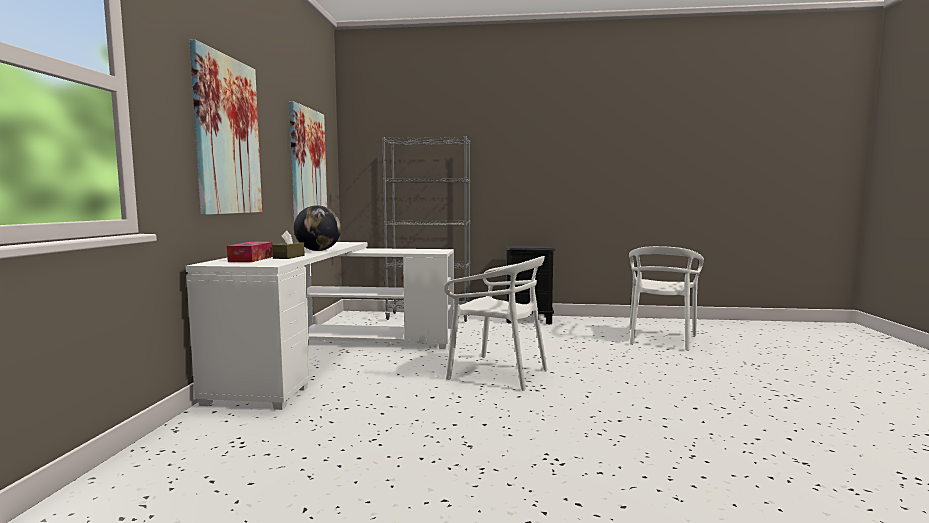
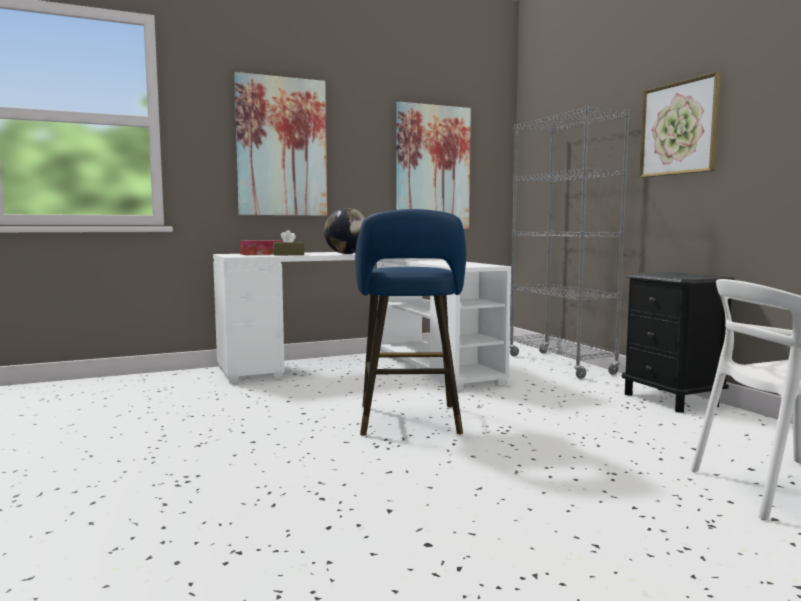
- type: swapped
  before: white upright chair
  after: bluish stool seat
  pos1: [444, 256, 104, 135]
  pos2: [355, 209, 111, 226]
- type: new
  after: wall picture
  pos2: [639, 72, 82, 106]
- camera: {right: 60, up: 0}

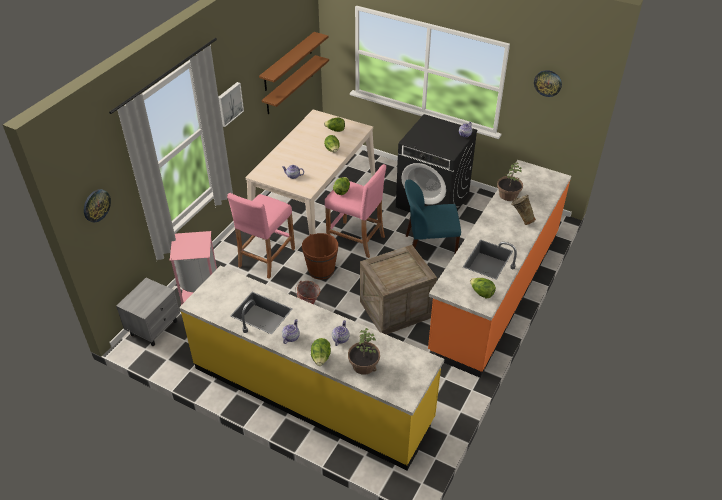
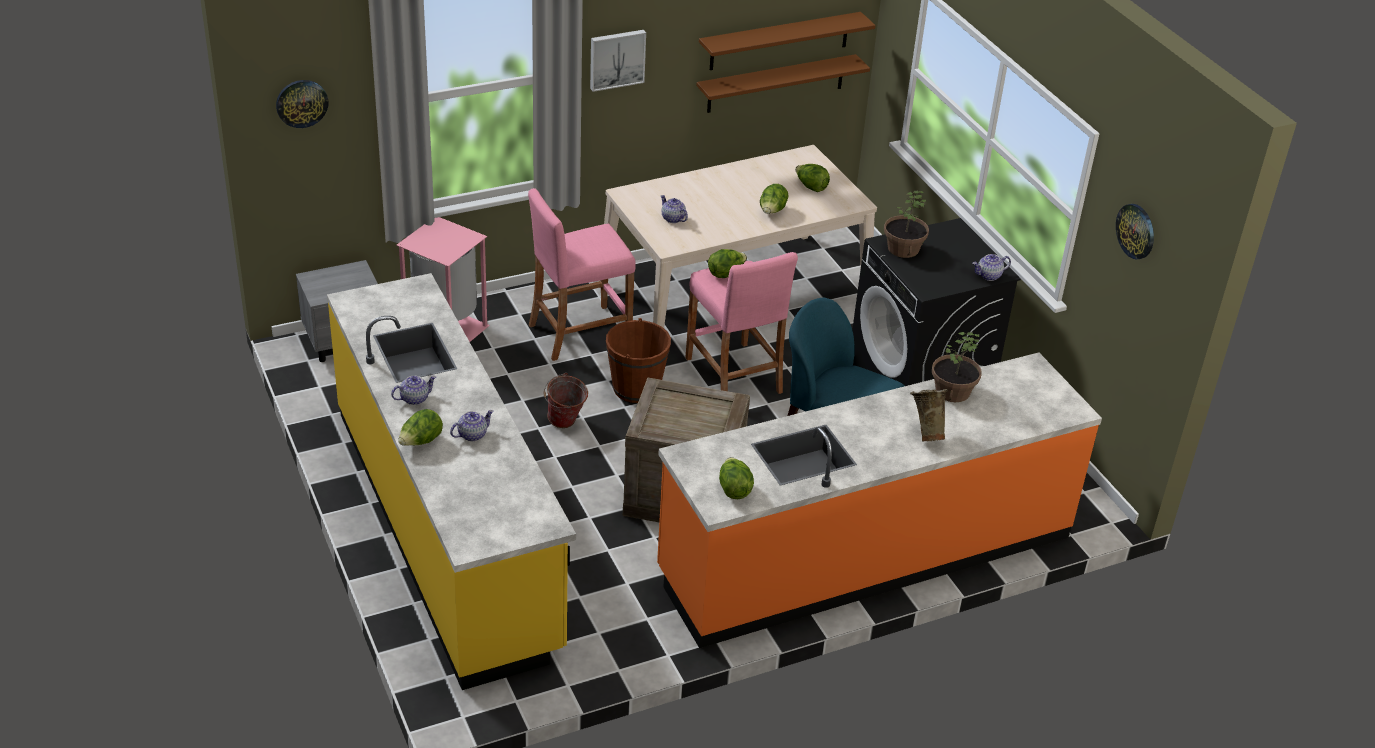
- type: shifted
  before: houseplant
  pos1: [348, 328, 32, 47]
  pos2: [884, 190, 45, 68]
- camera: {right: 35, up: -5}

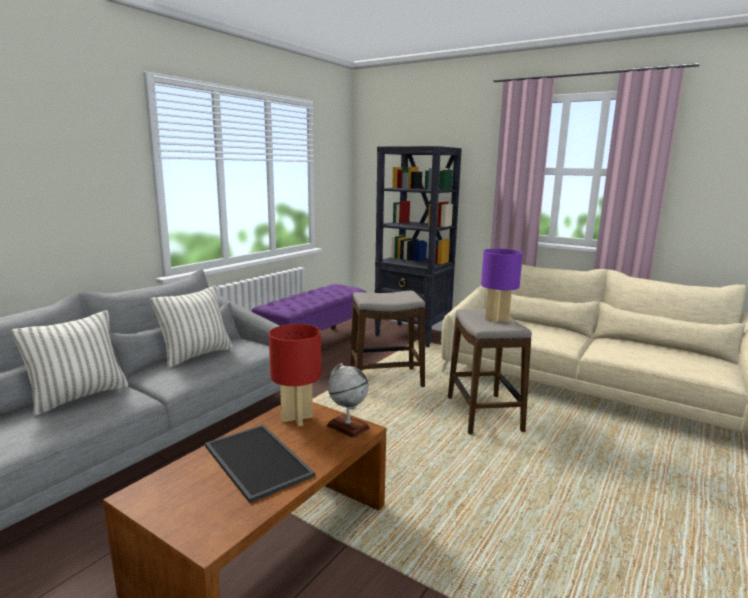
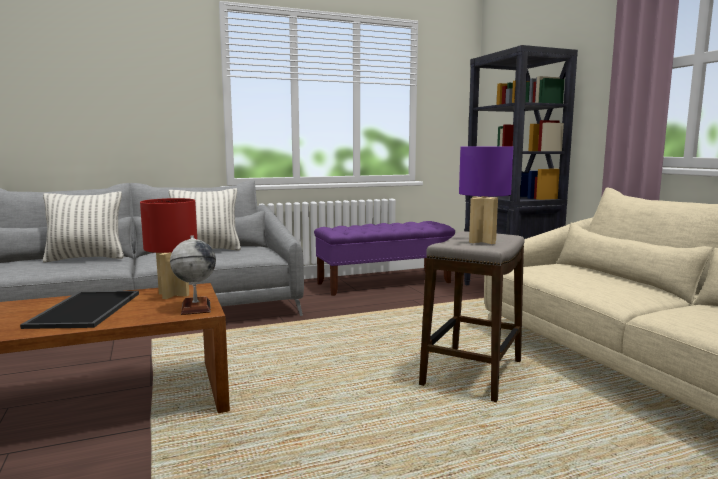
- type: gone
  before: stool seat
  pos1: [350, 291, 75, 96]
- camera: {right: 35, up: -5}

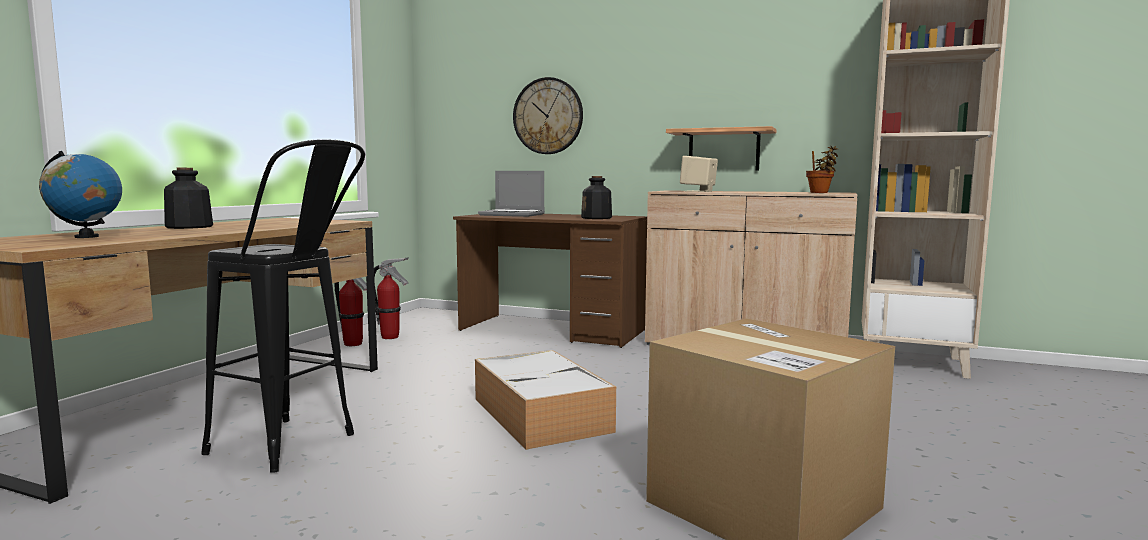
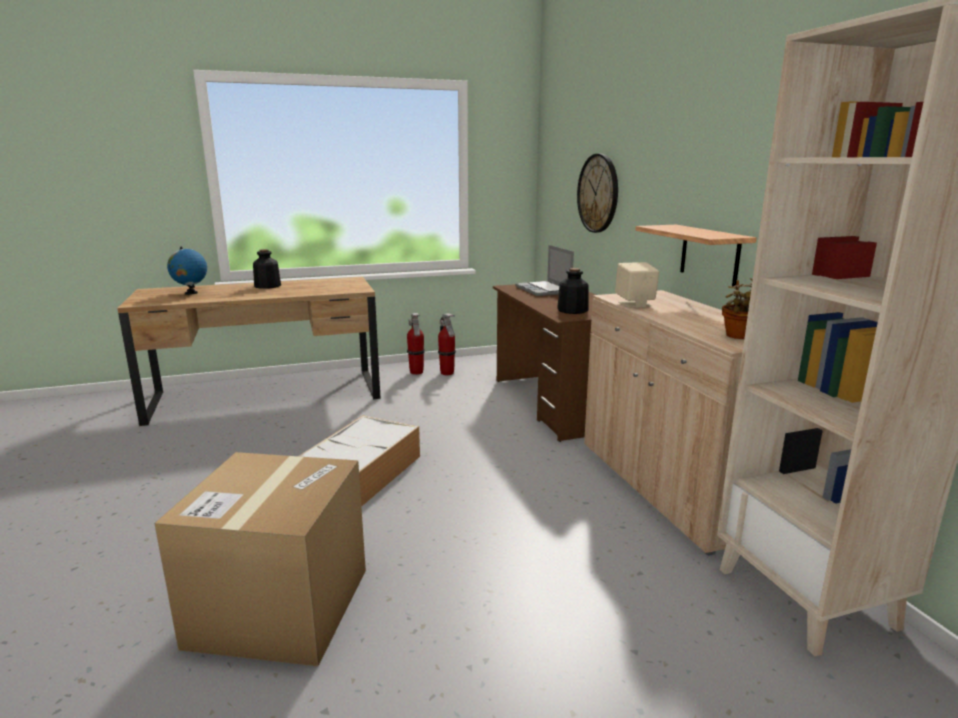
- type: gone
  before: black stool seat
  pos1: [201, 139, 164, 334]
- camera: {right: 50, up: 10}

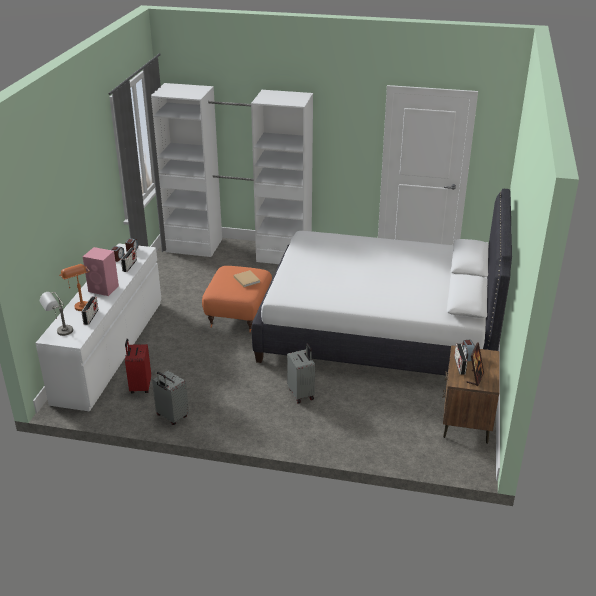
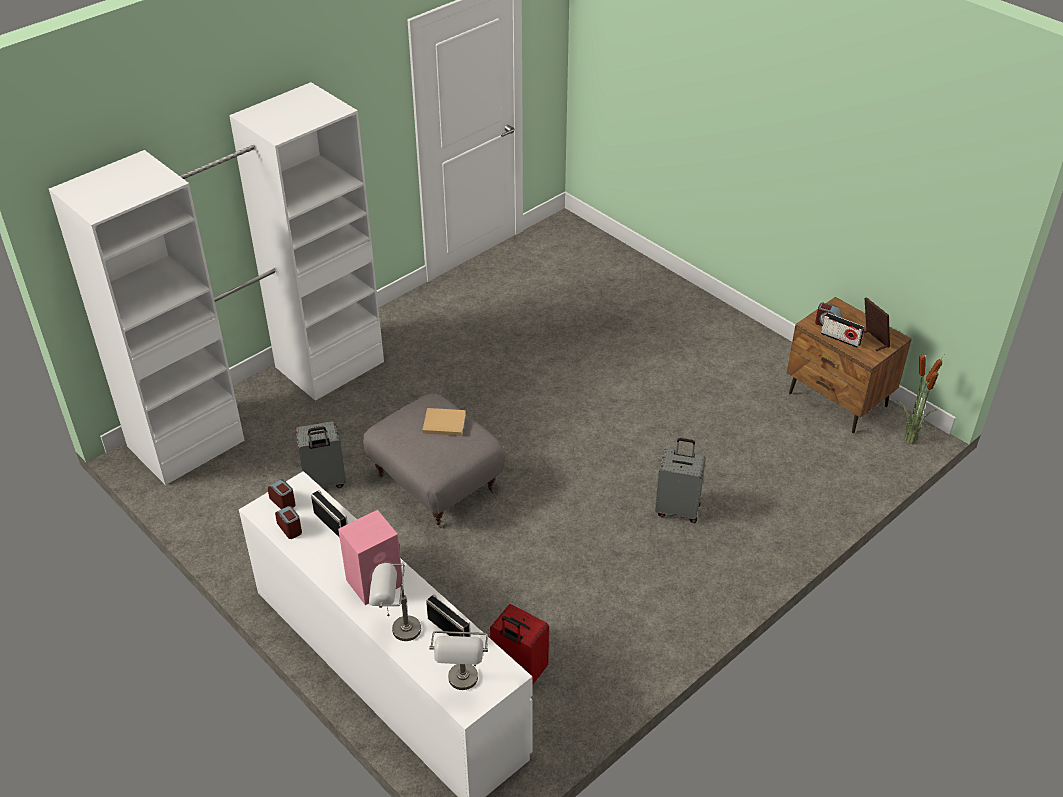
- type: shifted
  before: greyish travel case
  pos1: [152, 371, 37, 54]
  pos2: [295, 421, 51, 67]
- type: repainted
  before: orangey ottoman
  after: greyish ottoman
  pos1: [202, 266, 70, 66]
  pos2: [363, 393, 142, 135]
- type: repainted
  before: orangey tabletop lamp
  after: greyish tabletop lamp
  pos1: [59, 264, 31, 47]
  pos2: [369, 562, 52, 79]
- type: new
  after: houseplant
  pos2: [897, 350, 47, 95]
- type: gone
  before: white bed
  pos1: [252, 189, 260, 187]
- camera: {right: -55, up: 10}

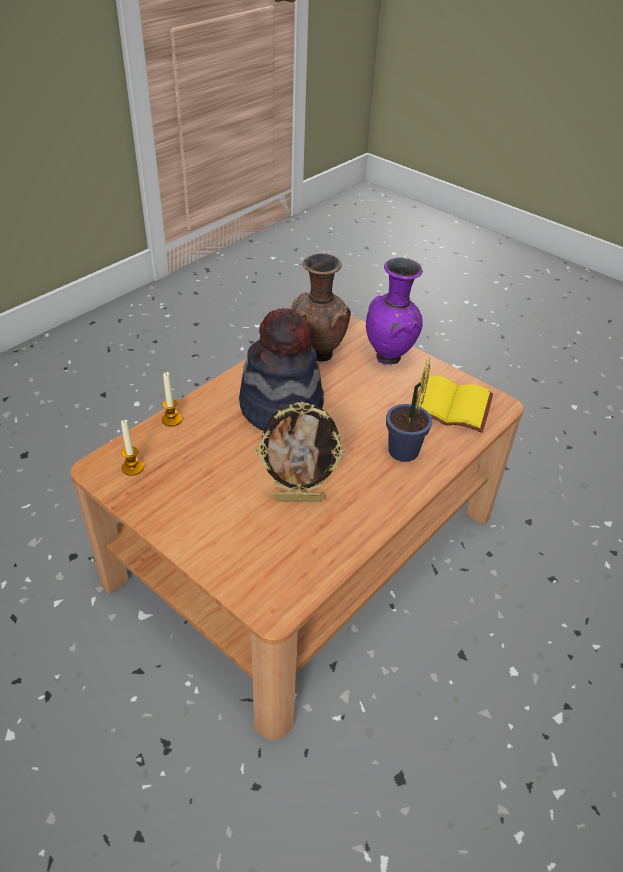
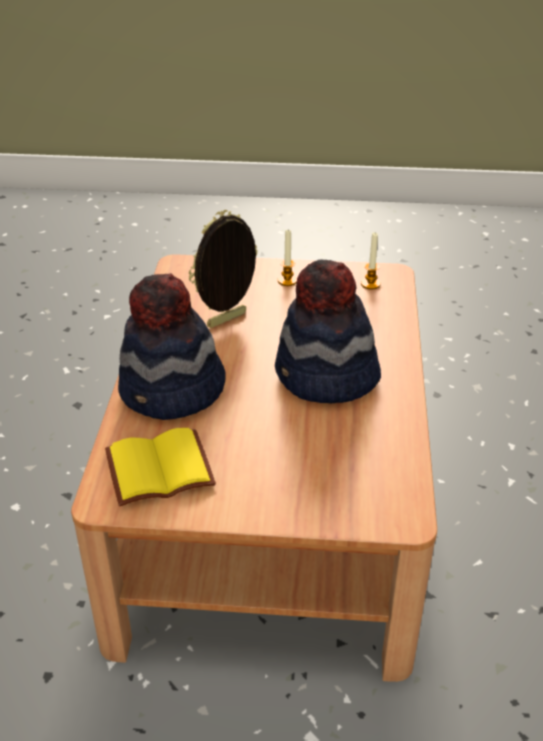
- type: swapped
  before: houseplant
  after: hat
  pos1: [386, 358, 46, 104]
  pos2: [118, 273, 108, 147]
- type: shifted
  before: candle
  pos1: [162, 372, 20, 55]
  pos2: [278, 230, 19, 56]
- type: gone
  before: brownish decorative vase
  pos1: [291, 253, 60, 108]
- type: gone
  before: purple decorative vase
  pos1: [366, 258, 57, 107]
- camera: {right: 145, up: -5}

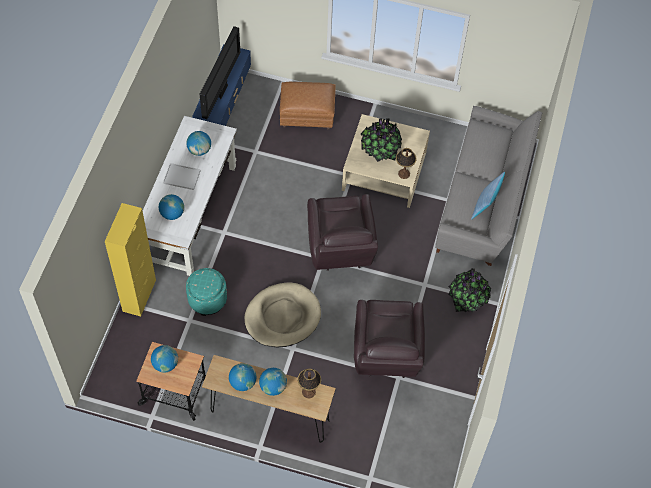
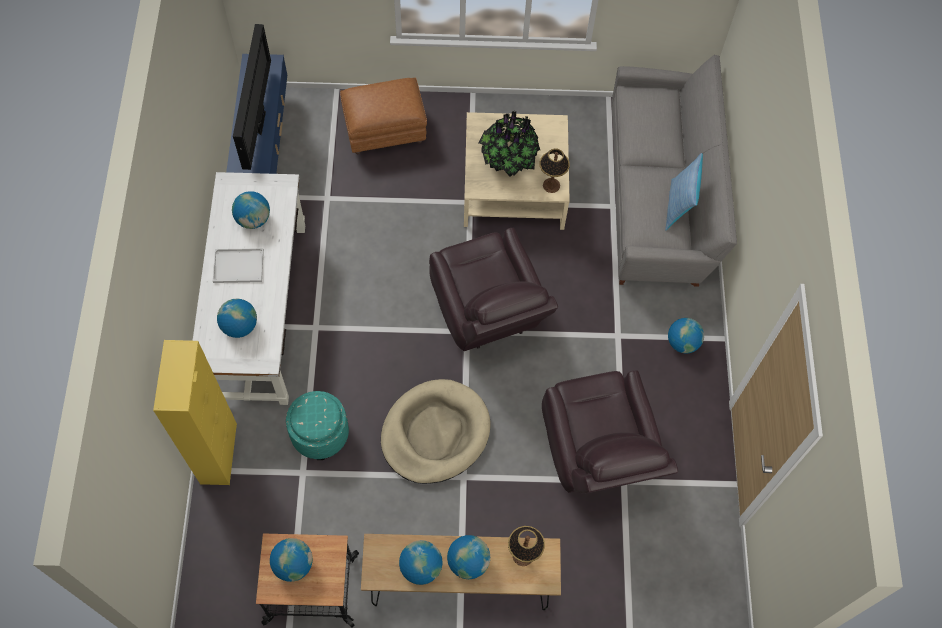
- type: swapped
  before: houseplant
  after: desk globe
  pos1: [448, 268, 43, 45]
  pos2: [668, 318, 36, 35]
- camera: {right: -15, up: 5}

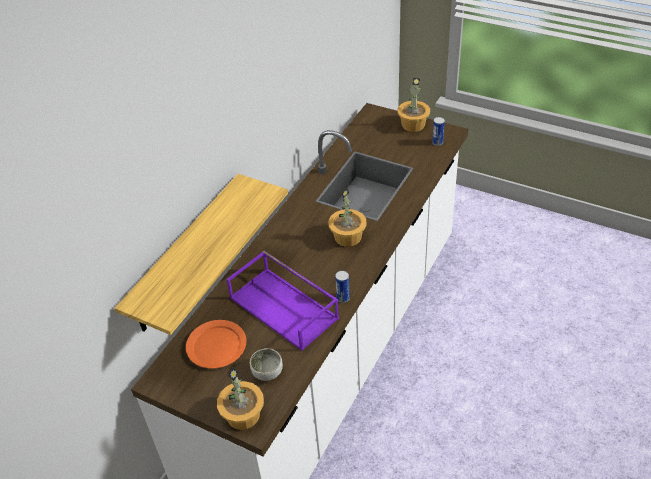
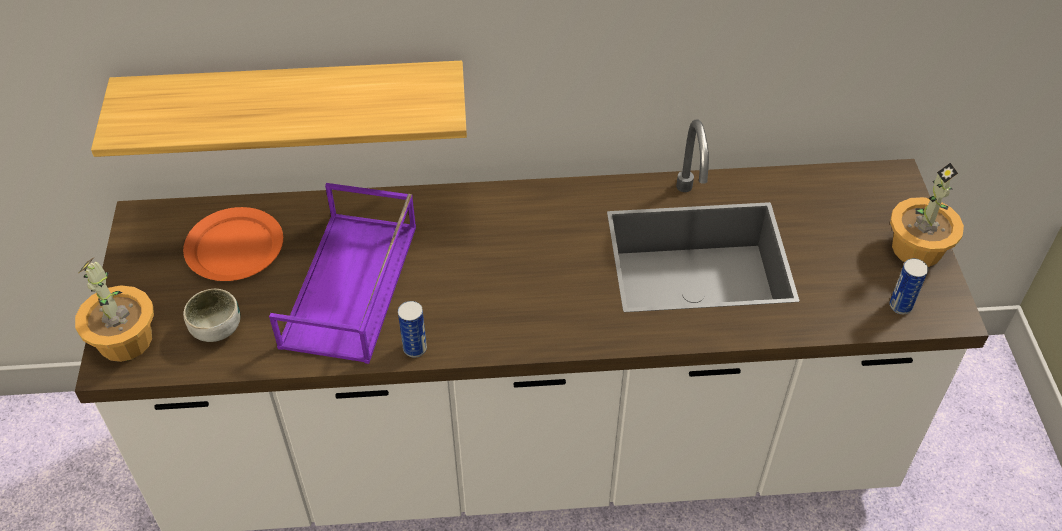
- type: gone
  before: houseplant
  pos1: [328, 188, 39, 59]
- camera: {right: 55, up: 5}

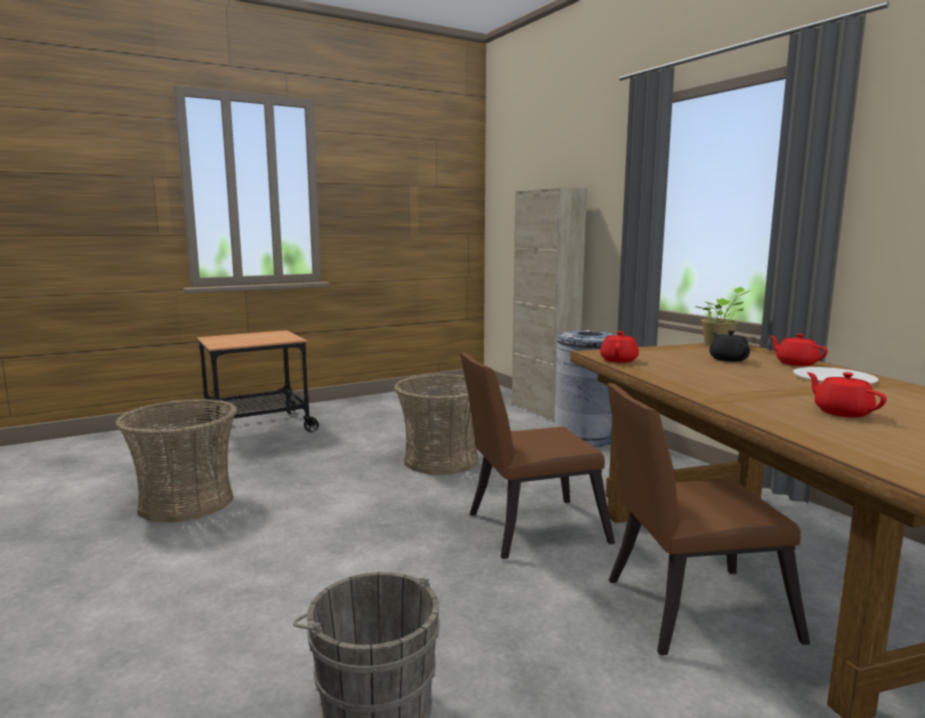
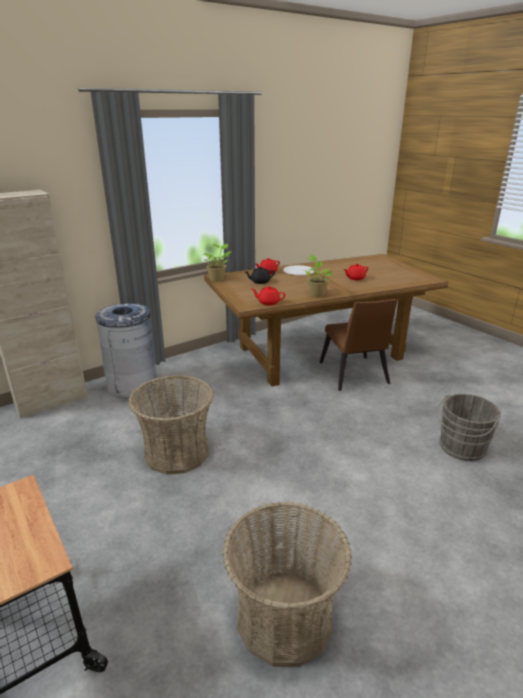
- type: new
  after: houseplant
  pos2: [304, 255, 28, 42]
- type: gone
  before: brownish upright chair
  pos1: [460, 352, 155, 207]
- camera: {right: -95, up: 15}

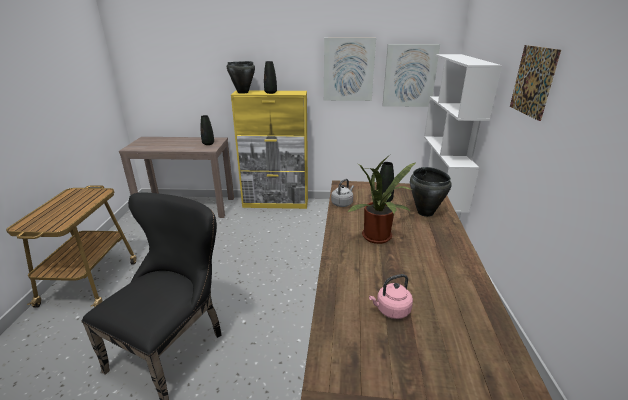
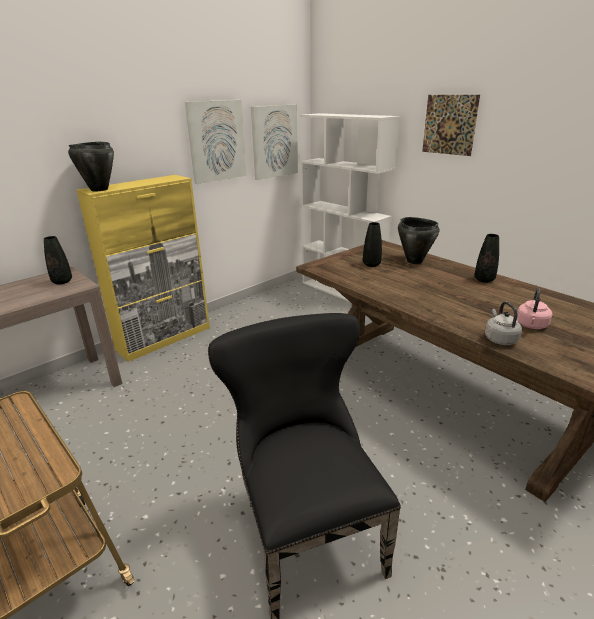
- type: shifted
  before: black decorative vase
  pos1: [264, 61, 13, 33]
  pos2: [475, 234, 24, 49]
- type: shifted
  before: greyish tea kettle
  pos1: [331, 179, 23, 28]
  pos2: [485, 302, 37, 43]
- type: gone
  before: houseplant
  pos1: [347, 156, 68, 88]
- camera: {right: -45, up: 0}

